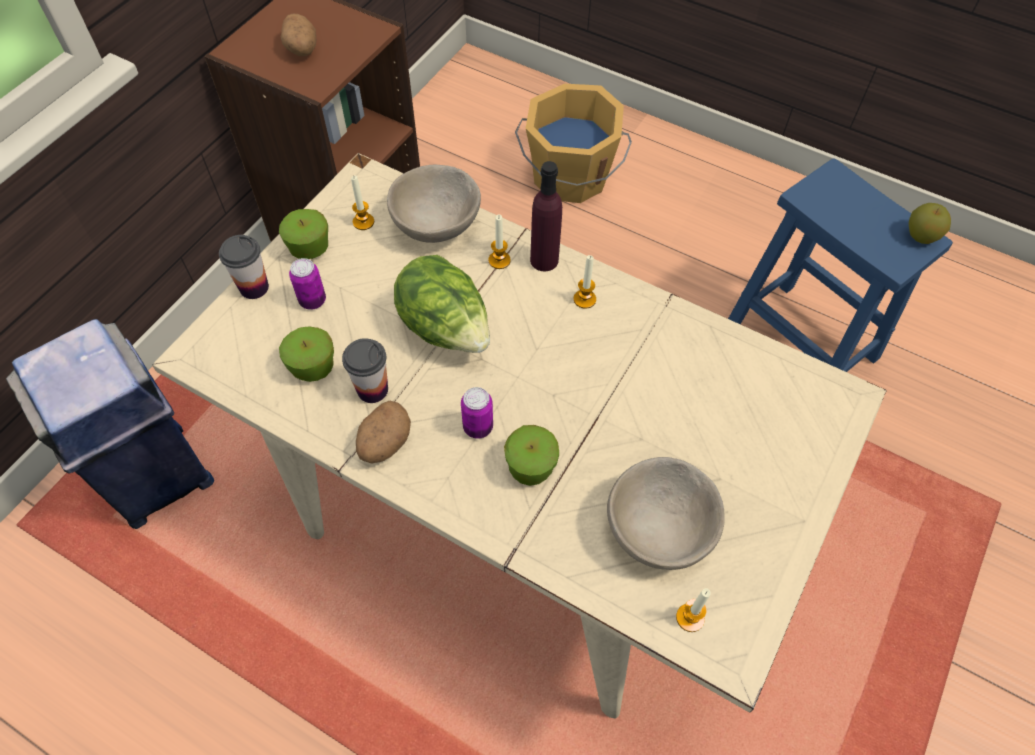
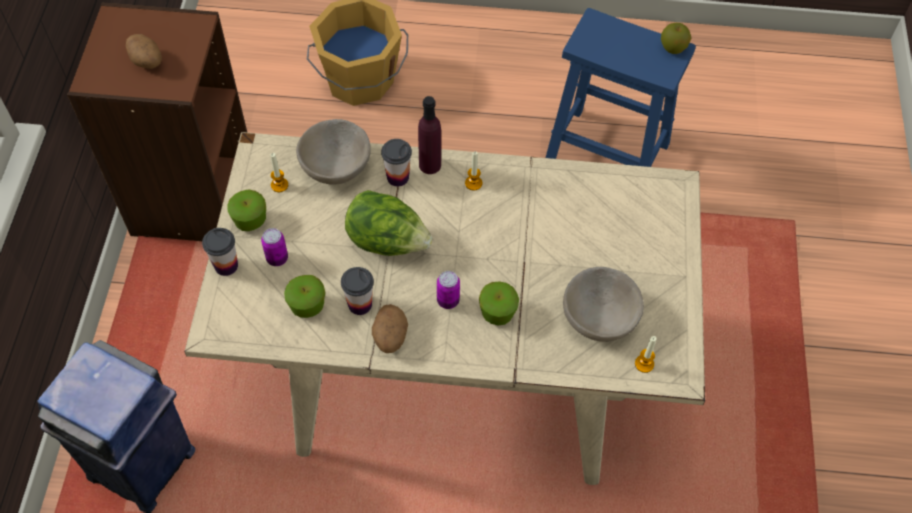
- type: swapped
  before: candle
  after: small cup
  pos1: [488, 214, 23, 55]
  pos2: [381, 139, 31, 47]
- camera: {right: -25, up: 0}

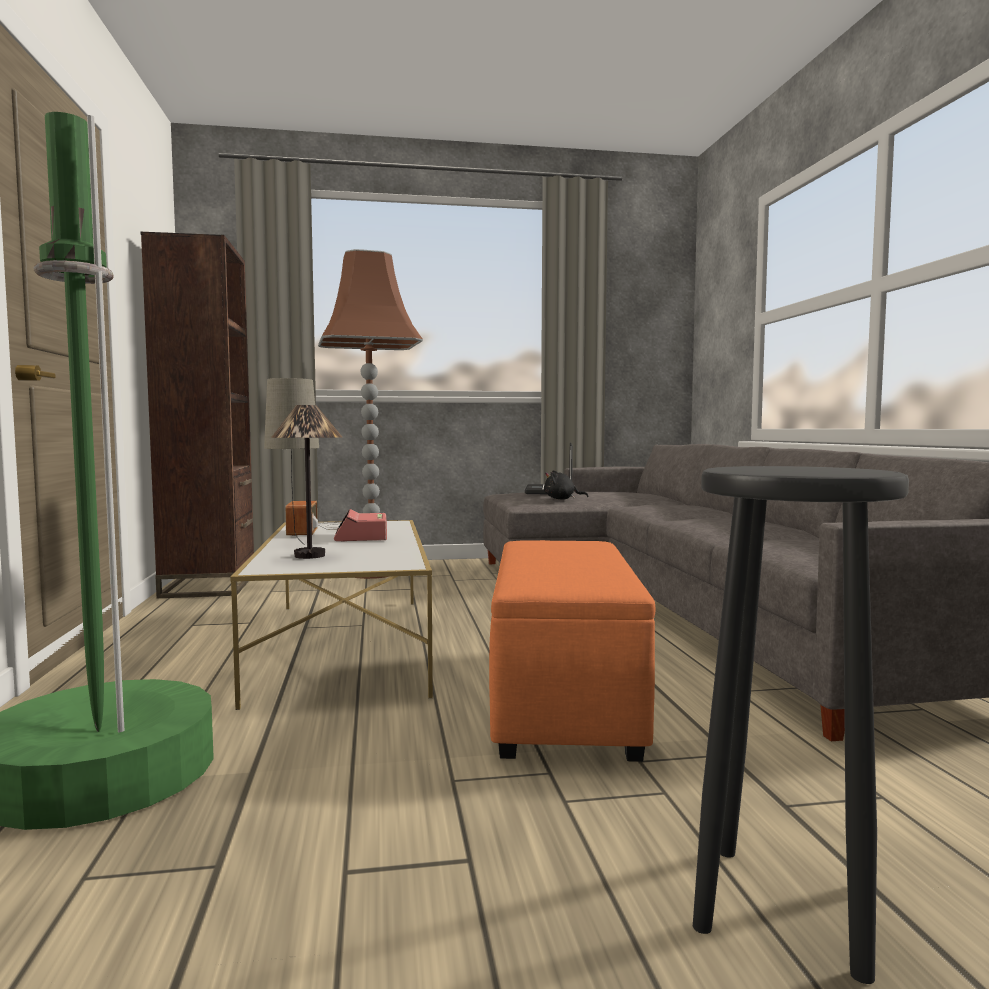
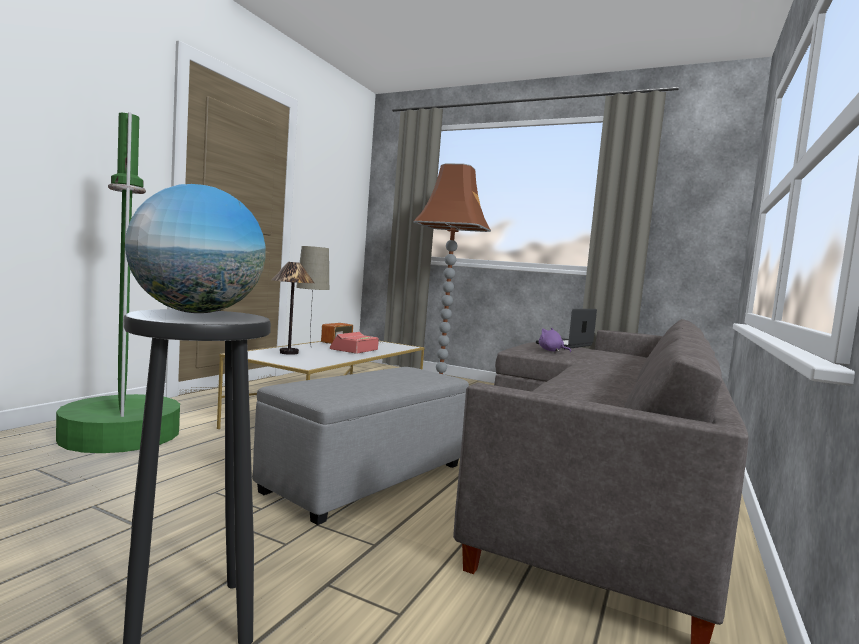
- type: new
  after: desk globe
  pos2: [125, 184, 140, 129]
- type: repainted
  before: orangey ottoman
  after: greyish ottoman
  pos1: [489, 540, 167, 222]
  pos2: [253, 367, 216, 158]
- type: repainted
  before: black soft toy
  after: purple soft toy
  pos1: [544, 470, 44, 29]
  pos2: [539, 328, 32, 24]
- type: gone
  before: brownish shelving unit
  pos1: [141, 232, 113, 366]
- camera: {right: 35, up: 0}

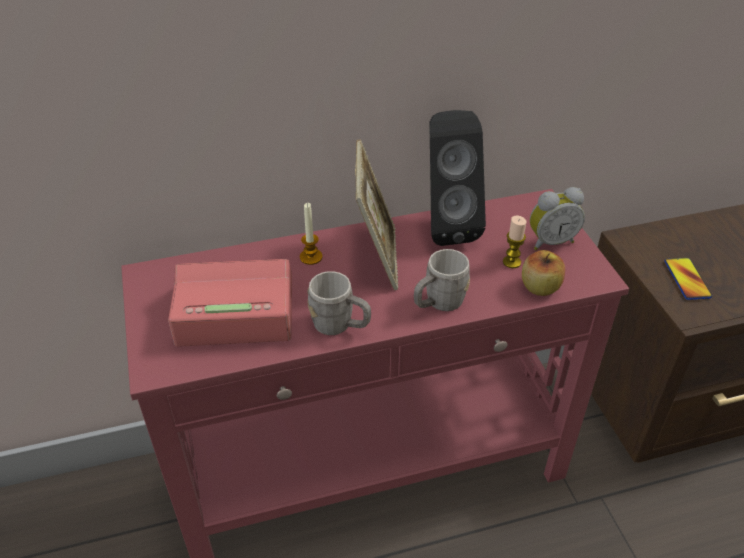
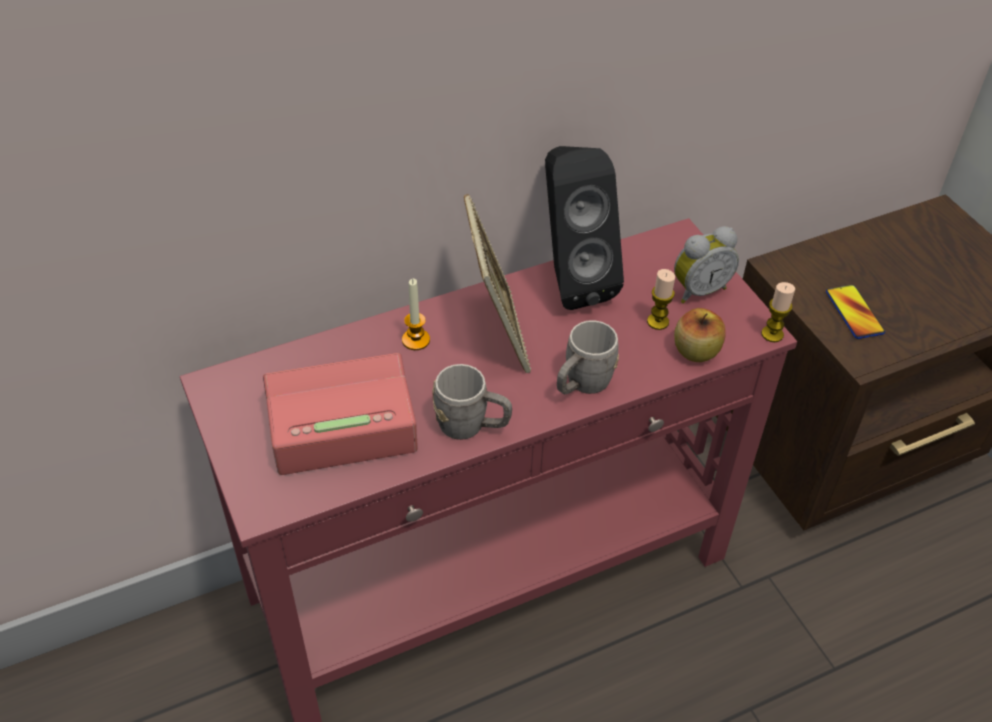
- type: new
  after: candle
  pos2: [761, 282, 34, 60]
- camera: {right: -10, up: 5}

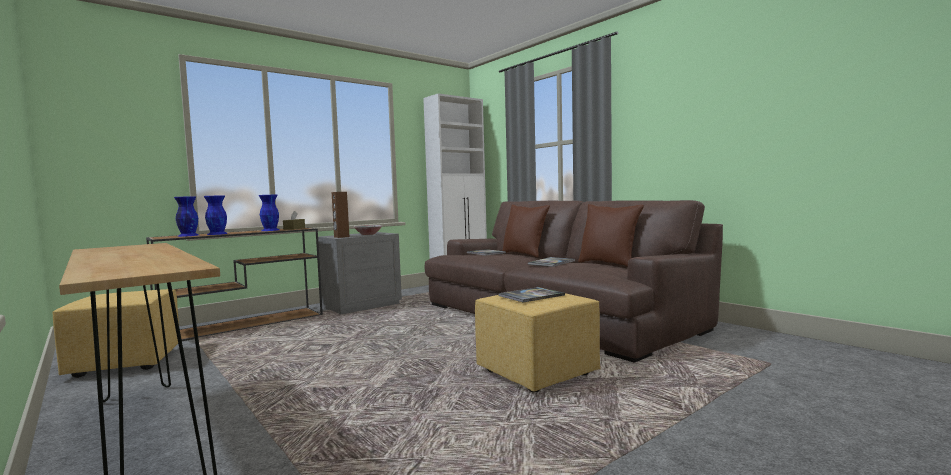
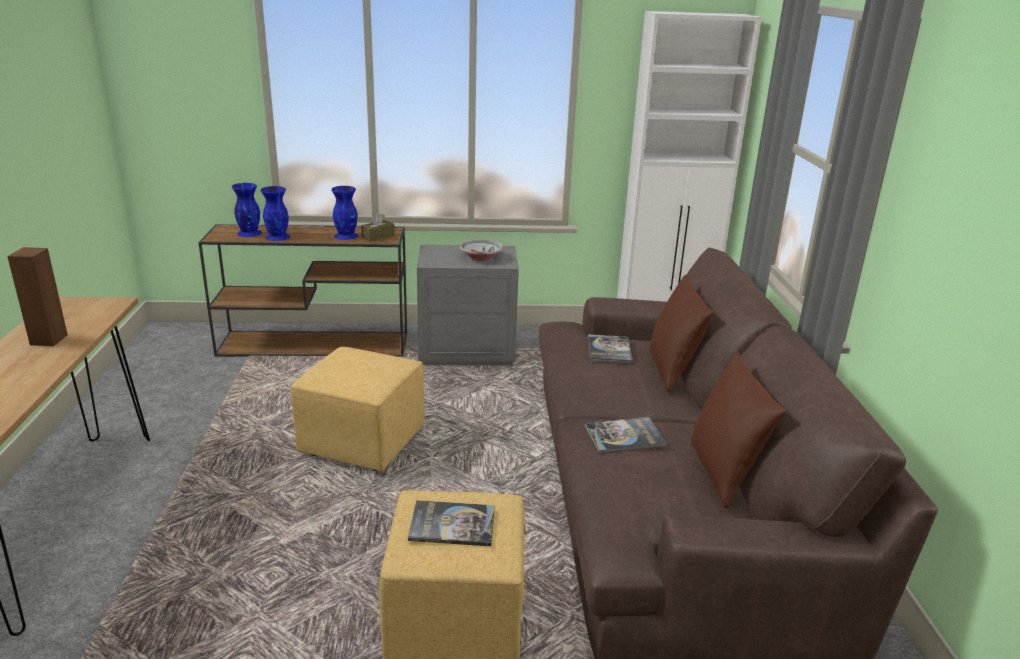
- type: shifted
  before: brownish loudspeaker
  pos1: [332, 192, 17, 46]
  pos2: [7, 247, 61, 99]
- type: shifted
  before: yellow-coloured ottoman
  pos1: [53, 289, 126, 89]
  pos2: [291, 347, 133, 125]
- camera: {right: 35, up: 20}

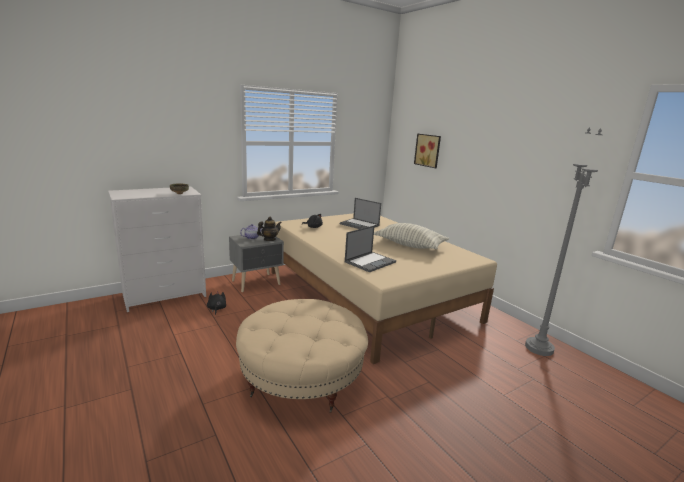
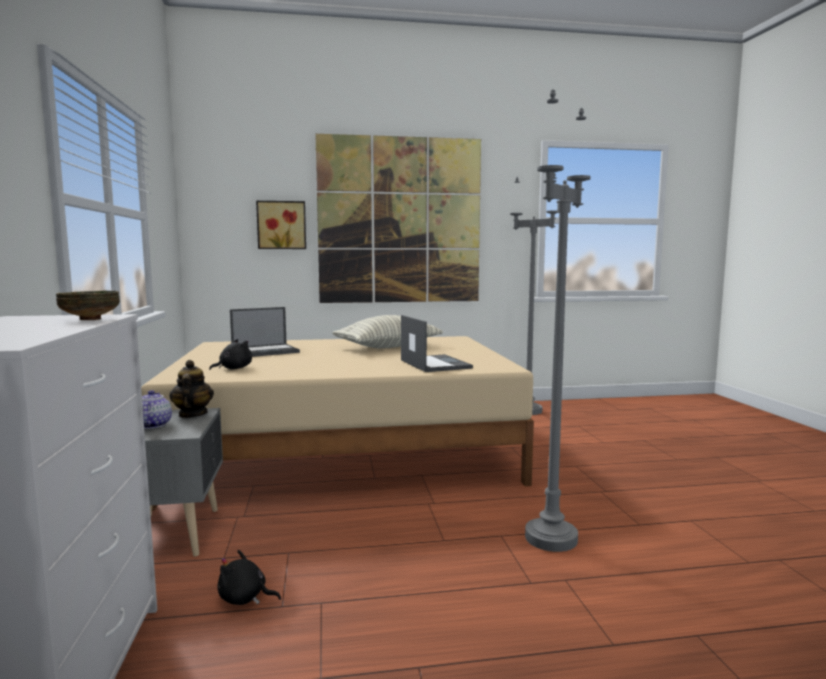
- type: new
  after: wall picture
  pos2: [315, 134, 166, 169]
- type: swapped
  before: beige ottoman
  after: greyish floor lamp
  pos1: [236, 299, 132, 114]
  pos2: [525, 89, 66, 463]
- camera: {right: -65, up: -10}

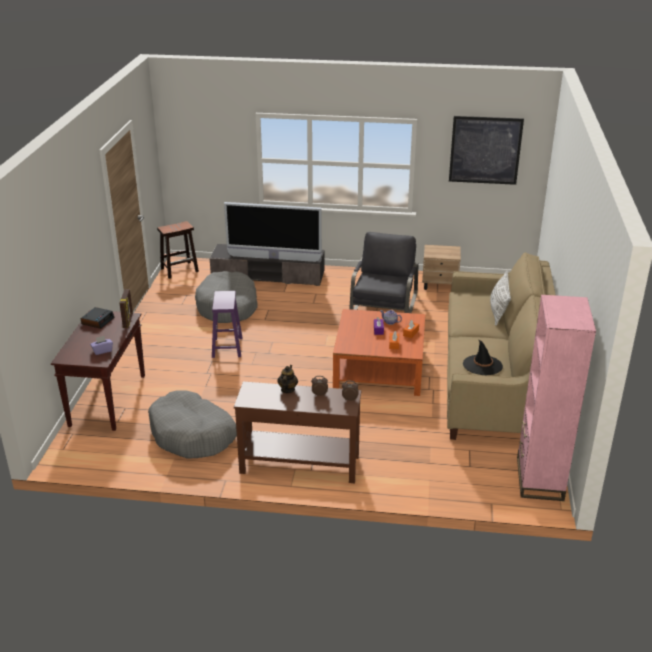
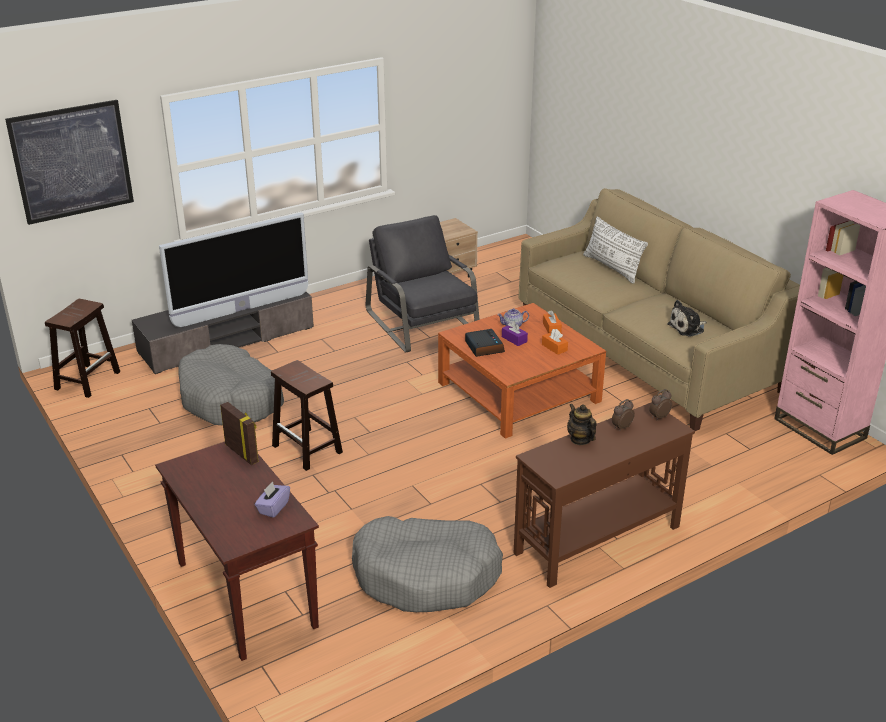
- type: shifted
  before: wall picture
  pos1: [449, 116, 75, 69]
  pos2: [5, 100, 129, 125]
- type: repainted
  before: purple stool seat
  after: brownish stool seat
  pos1: [212, 291, 31, 67]
  pos2: [271, 360, 72, 111]
- type: shifted
  before: alarm clock
  pos1: [81, 307, 33, 22]
  pos2: [465, 329, 40, 28]
- type: swapped
  before: black hat
  after: soft toy
  pos1: [463, 339, 40, 36]
  pos2: [667, 300, 40, 37]
- camera: {right: -40, up: 0}

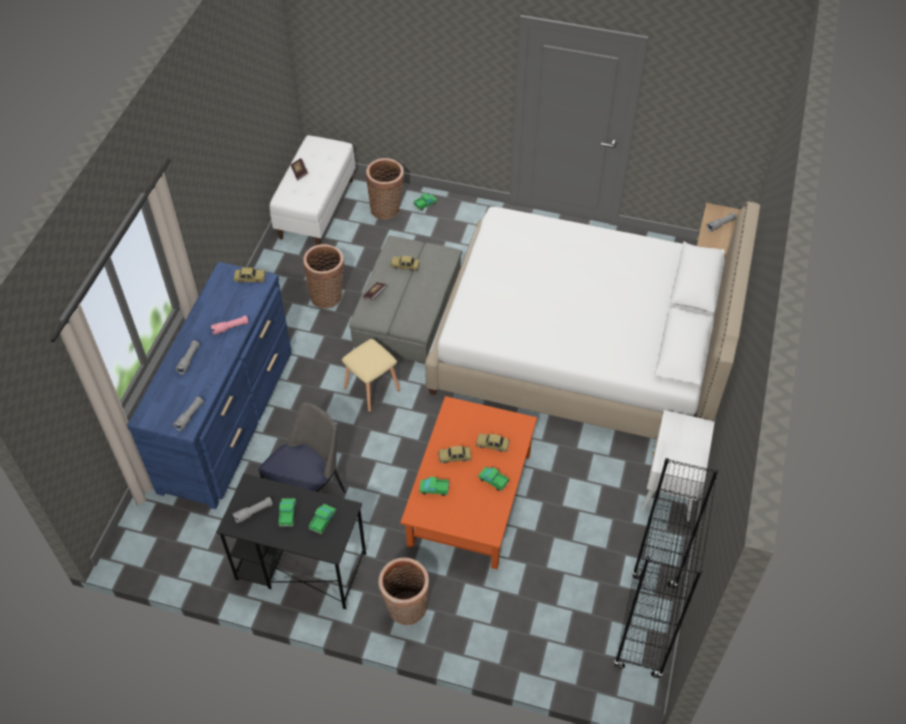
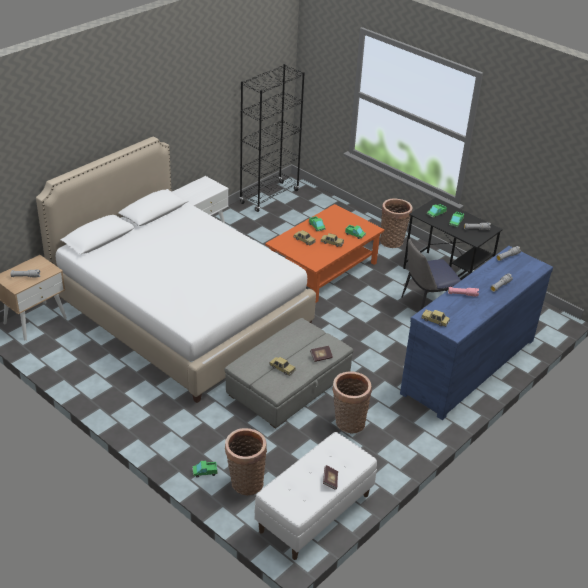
- type: gone
  before: beige stool seat
  pos1: [342, 339, 58, 73]
- camera: {right: -155, up: -15}

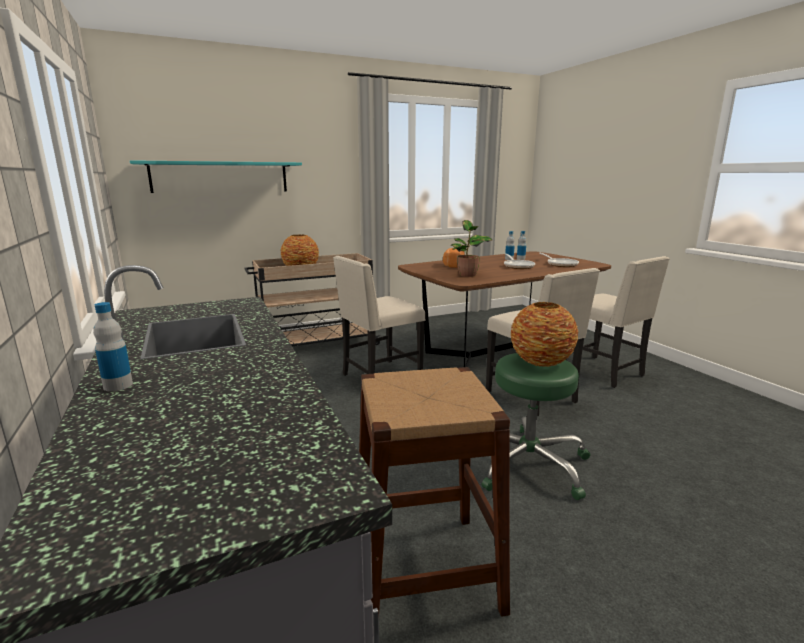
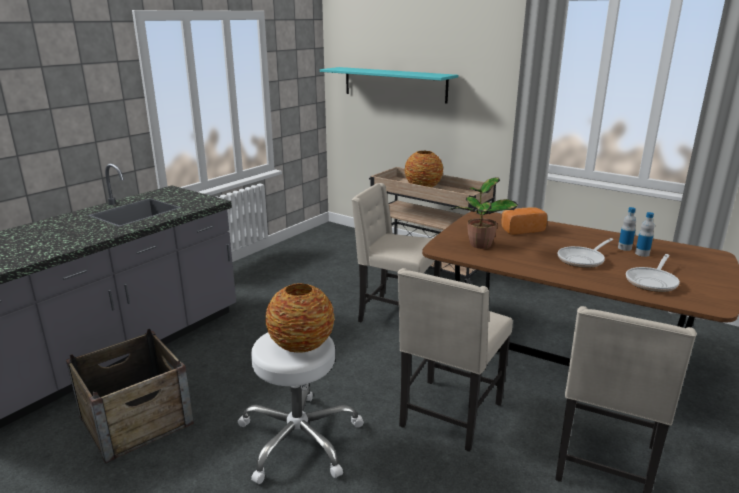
- type: swapped
  before: brownish stool seat
  after: crate
  pos1: [359, 367, 151, 250]
  pos2: [66, 329, 128, 134]
- type: repainted
  before: green-coloured stool seat
  after: white stool seat
  pos1: [481, 353, 109, 147]
  pos2: [238, 332, 126, 152]
- type: gone
  before: beverage bottle
  pos1: [93, 302, 40, 89]
- camera: {right: 60, up: 5}

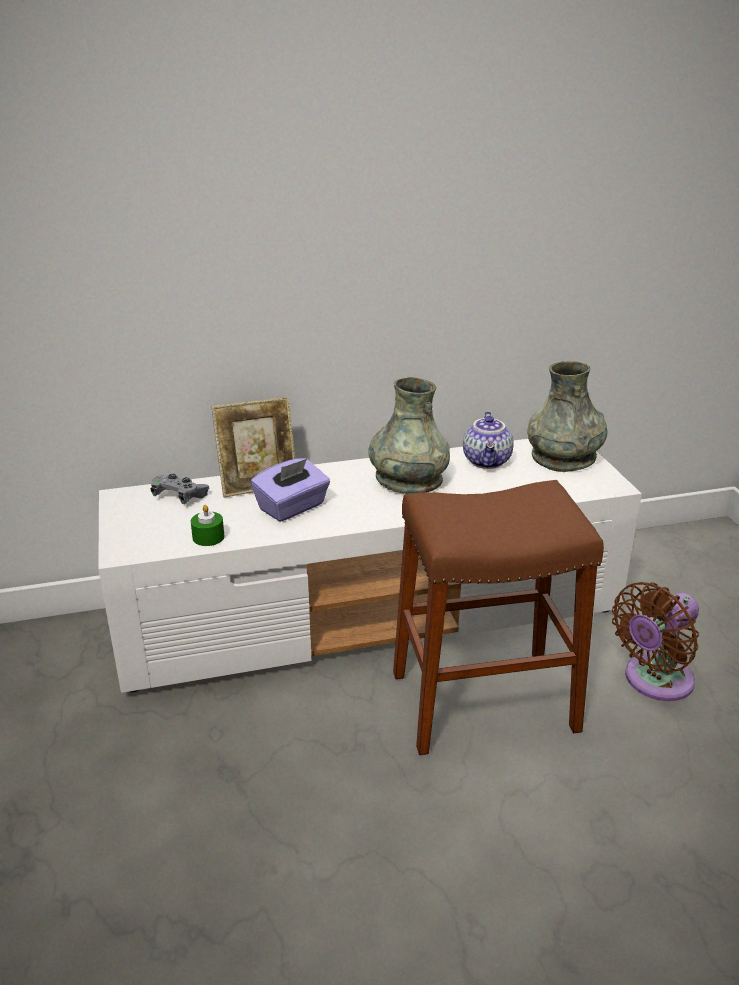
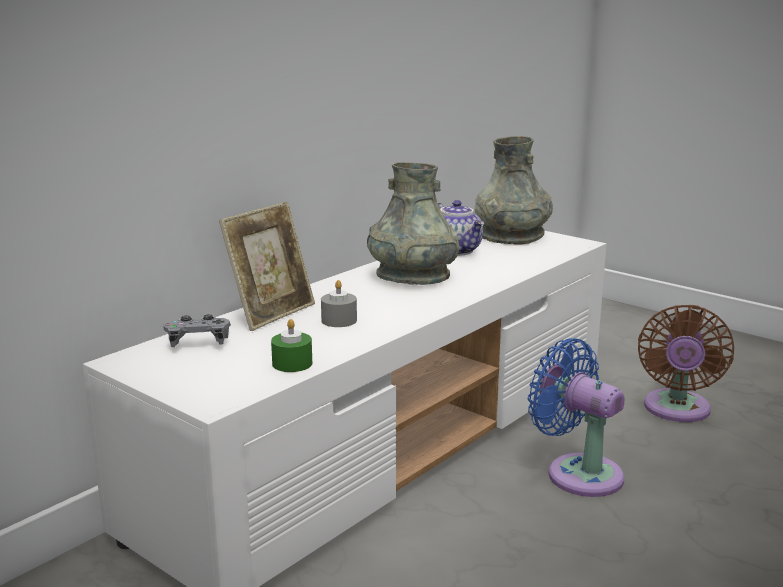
- type: swapped
  before: purple tissue box
  after: greyish candle
  pos1: [251, 458, 79, 64]
  pos2: [321, 280, 36, 47]
- type: swapped
  before: brownish stool seat
  after: bluish cooling fan
  pos1: [393, 480, 211, 275]
  pos2: [528, 338, 97, 159]
- camera: {right: -35, up: -10}

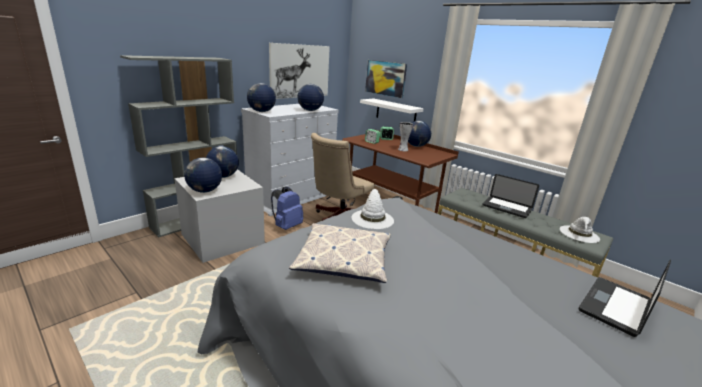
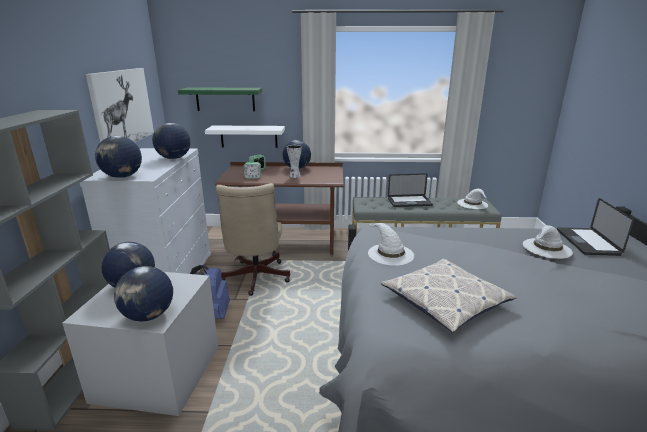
- type: swapped
  before: wall picture
  after: green-coloured shelf
  pos1: [365, 60, 42, 38]
  pos2: [178, 88, 84, 23]
- type: new
  after: white hat
  pos2: [523, 225, 50, 34]
- camera: {right: -40, up: 0}

